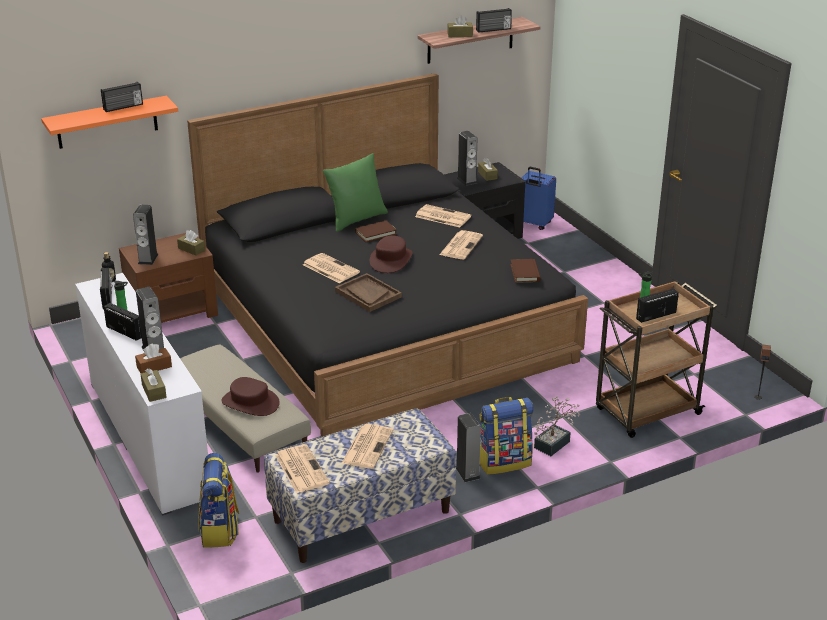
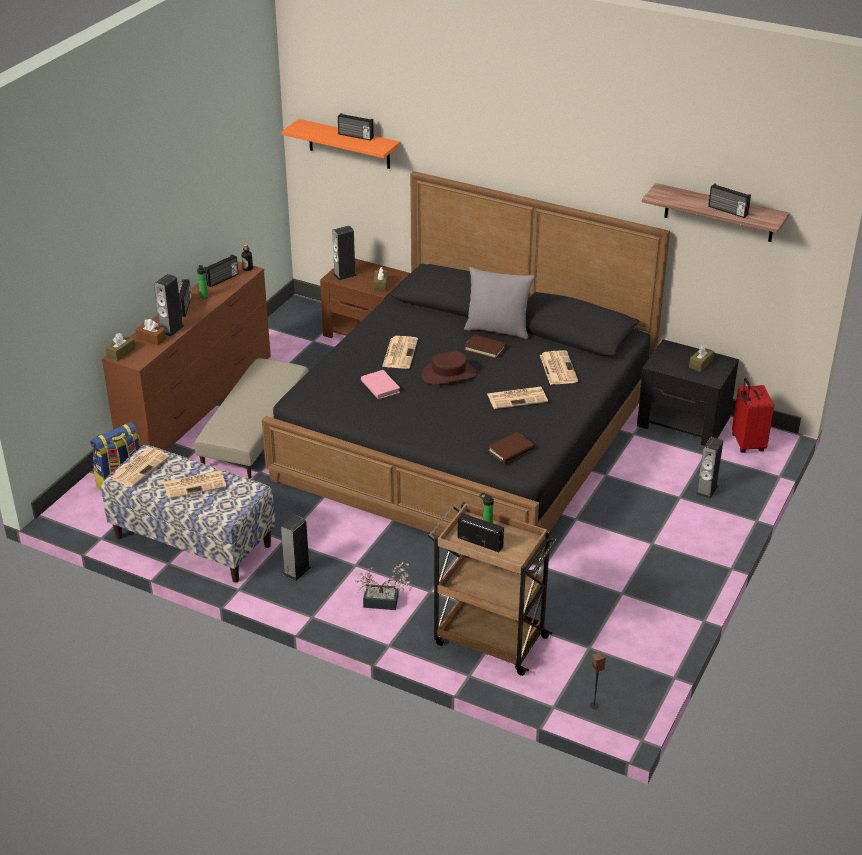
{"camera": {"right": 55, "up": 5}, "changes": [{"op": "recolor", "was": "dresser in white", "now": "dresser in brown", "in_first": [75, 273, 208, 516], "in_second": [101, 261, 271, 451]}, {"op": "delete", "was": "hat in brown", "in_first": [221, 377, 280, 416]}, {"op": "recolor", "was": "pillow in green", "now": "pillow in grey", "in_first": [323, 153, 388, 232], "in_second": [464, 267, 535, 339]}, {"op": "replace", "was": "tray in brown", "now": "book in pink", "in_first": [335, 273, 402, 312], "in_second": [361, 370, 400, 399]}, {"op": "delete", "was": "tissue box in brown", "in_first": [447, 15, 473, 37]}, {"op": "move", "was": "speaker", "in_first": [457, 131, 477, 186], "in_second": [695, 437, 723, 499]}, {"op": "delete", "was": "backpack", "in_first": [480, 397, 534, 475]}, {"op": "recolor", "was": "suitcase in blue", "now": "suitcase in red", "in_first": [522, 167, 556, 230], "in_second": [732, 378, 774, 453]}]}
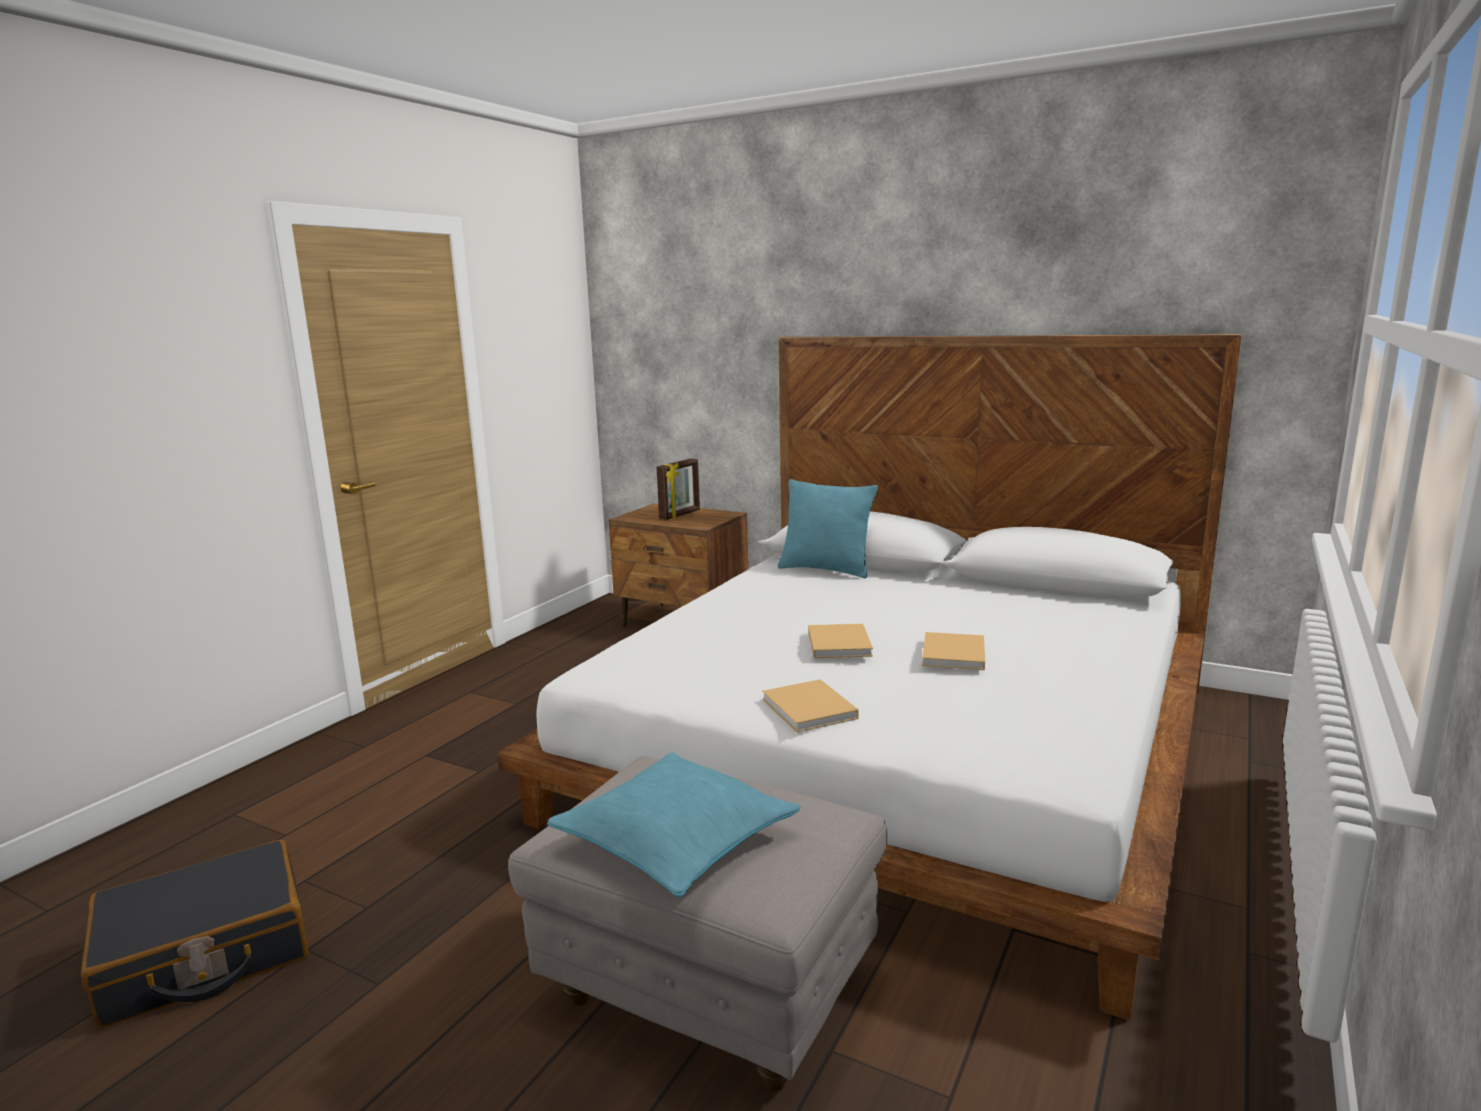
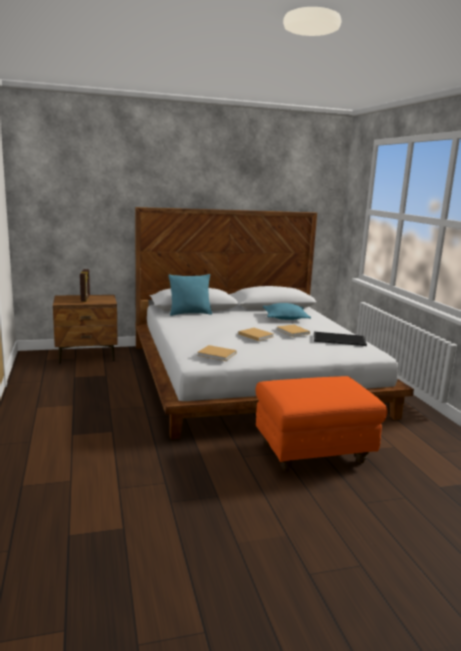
{"camera": {"right": -45, "up": 0}, "changes": [{"op": "delete", "was": "suitcase in black", "in_first": [81, 840, 309, 1028]}, {"op": "recolor", "was": "ottoman in grey", "now": "ottoman in orange", "in_first": [508, 756, 887, 1091], "in_second": [256, 376, 388, 472]}, {"op": "move", "was": "pillow in turquoise", "in_first": [547, 752, 801, 897], "in_second": [263, 303, 311, 320]}, {"op": "move", "was": "book in beige", "in_first": [762, 679, 859, 732], "in_second": [197, 345, 237, 361]}, {"op": "insert", "now": "tray", "in_second": [314, 332, 367, 346]}]}
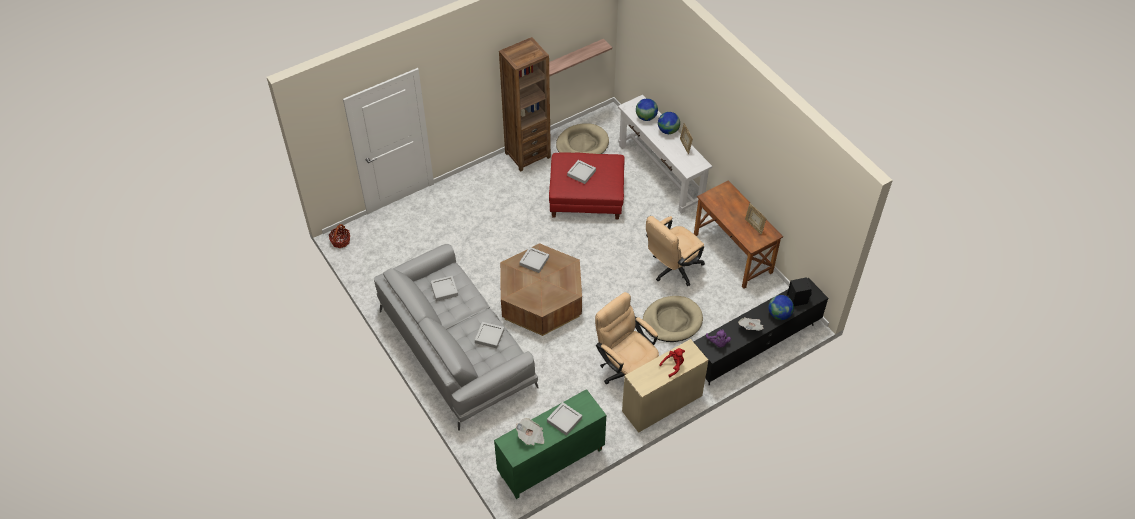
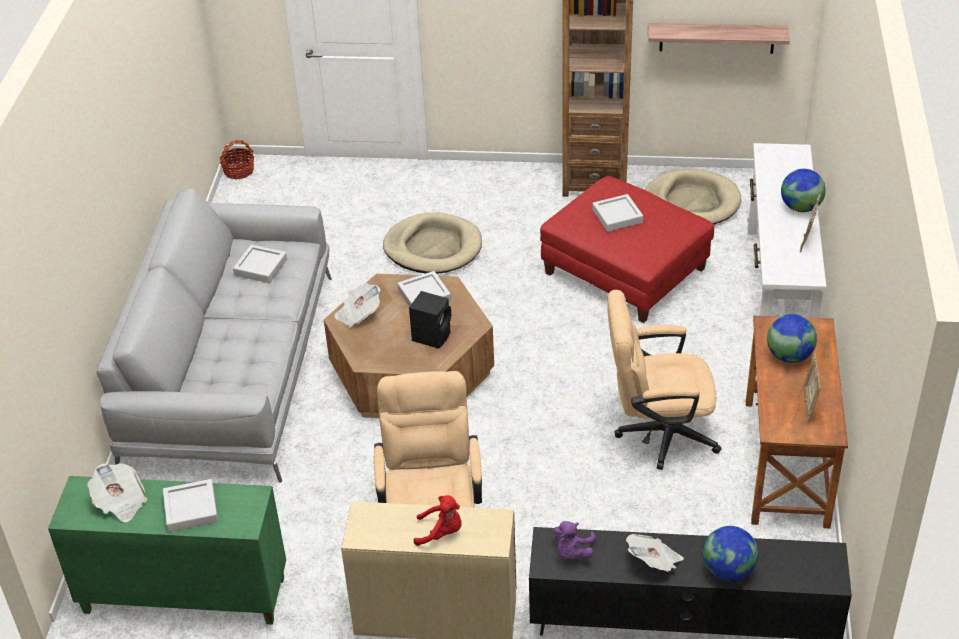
{"camera": {"right": 40, "up": -10}, "changes": [{"op": "delete", "was": "tray in grey", "in_first": [475, 322, 504, 349]}, {"op": "move", "was": "globe", "in_first": [636, 99, 658, 121], "in_second": [767, 314, 817, 363]}, {"op": "move", "was": "dog bed in beige", "in_first": [643, 296, 703, 342], "in_second": [383, 213, 482, 274]}, {"op": "move", "was": "speaker in black", "in_first": [787, 277, 812, 306], "in_second": [409, 291, 451, 349]}, {"op": "insert", "now": "newspaper", "in_second": [335, 283, 381, 328]}]}
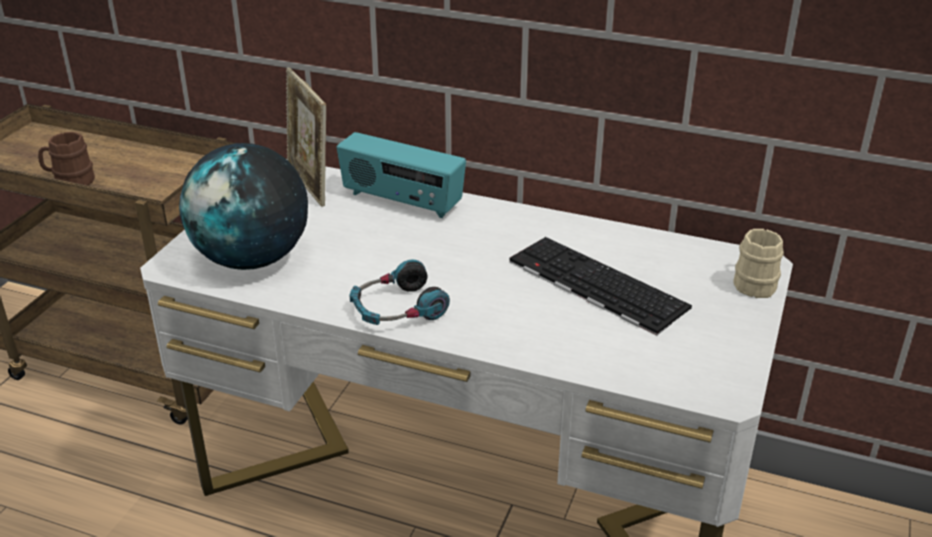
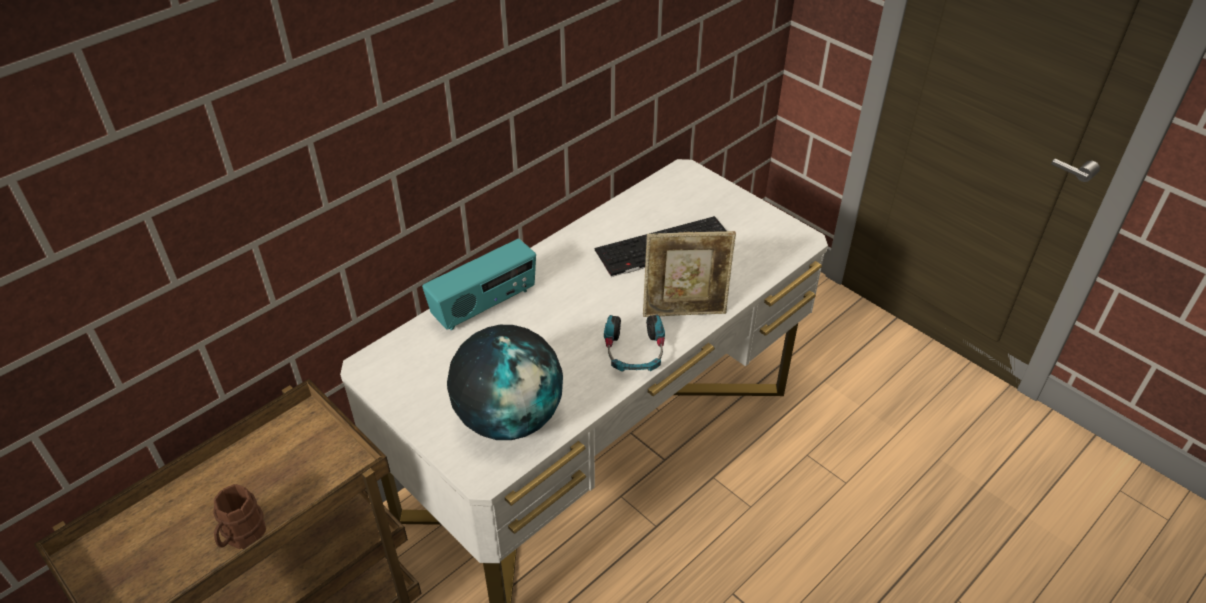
{"camera": {"right": -65, "up": 10}, "changes": [{"op": "move", "was": "picture frame", "in_first": [286, 67, 326, 207], "in_second": [643, 231, 736, 317]}, {"op": "delete", "was": "mug in beige", "in_first": [733, 229, 784, 298]}]}
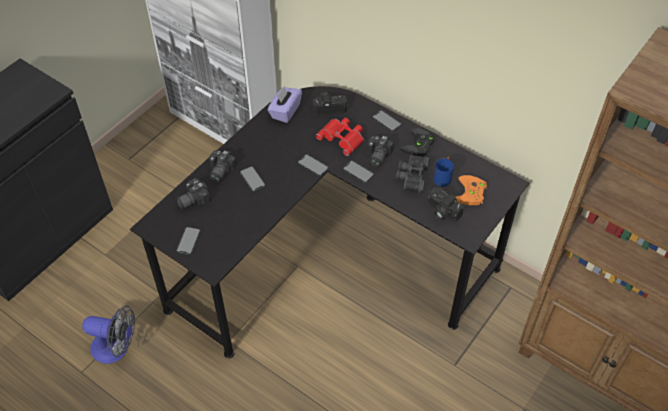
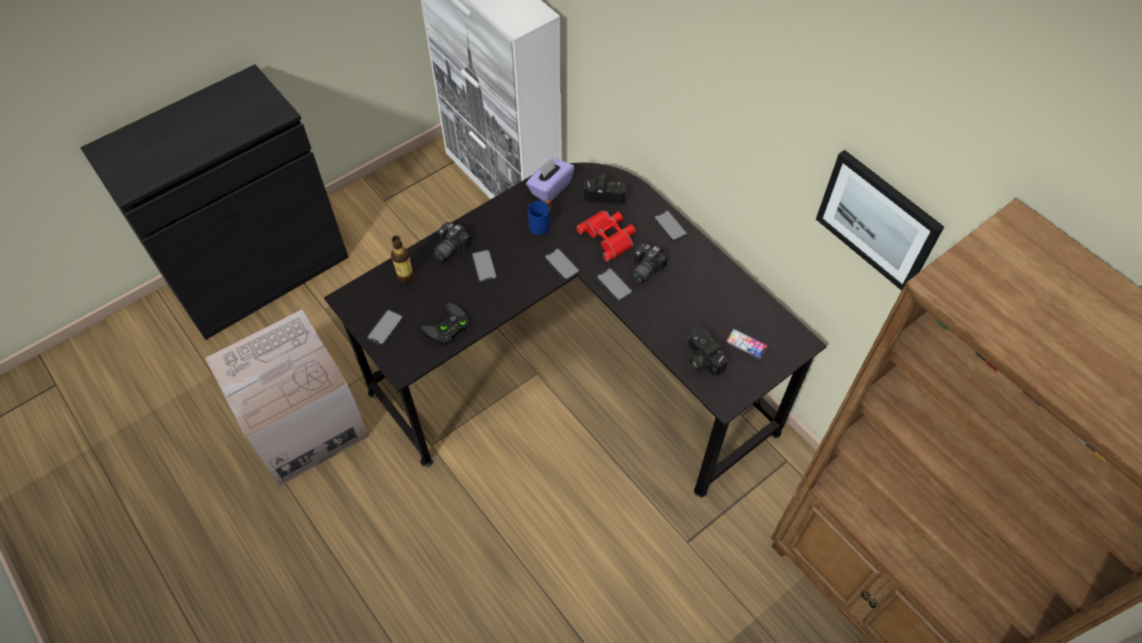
{"camera": {"right": 15, "up": 5}, "changes": [{"op": "replace", "was": "fan", "now": "cardboard box", "in_first": [82, 305, 135, 364], "in_second": [205, 310, 369, 487]}, {"op": "replace", "was": "photo camera", "now": "bottle", "in_first": [176, 178, 211, 209], "in_second": [391, 236, 414, 283]}, {"op": "delete", "was": "binoculars in black", "in_first": [396, 154, 429, 194]}, {"op": "move", "was": "game controller in black", "in_first": [400, 128, 435, 156], "in_second": [420, 303, 470, 345]}, {"op": "move", "was": "mug in blue", "in_first": [434, 157, 454, 187], "in_second": [528, 200, 551, 235]}, {"op": "replace", "was": "game controller in orange", "now": "phone", "in_first": [456, 175, 487, 205], "in_second": [725, 329, 768, 360]}, {"op": "insert", "now": "picture", "in_second": [816, 150, 944, 291]}]}
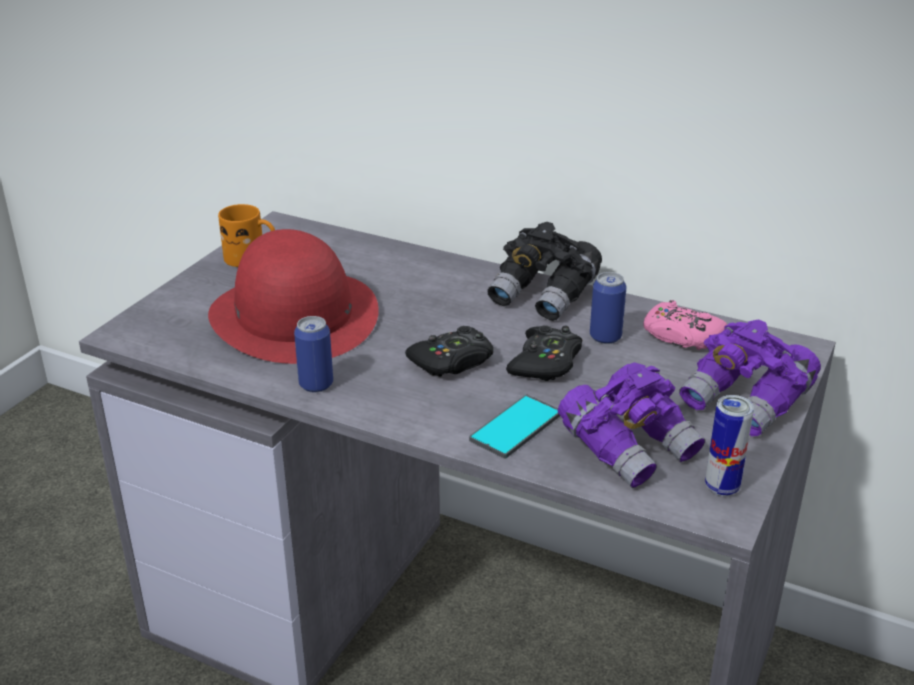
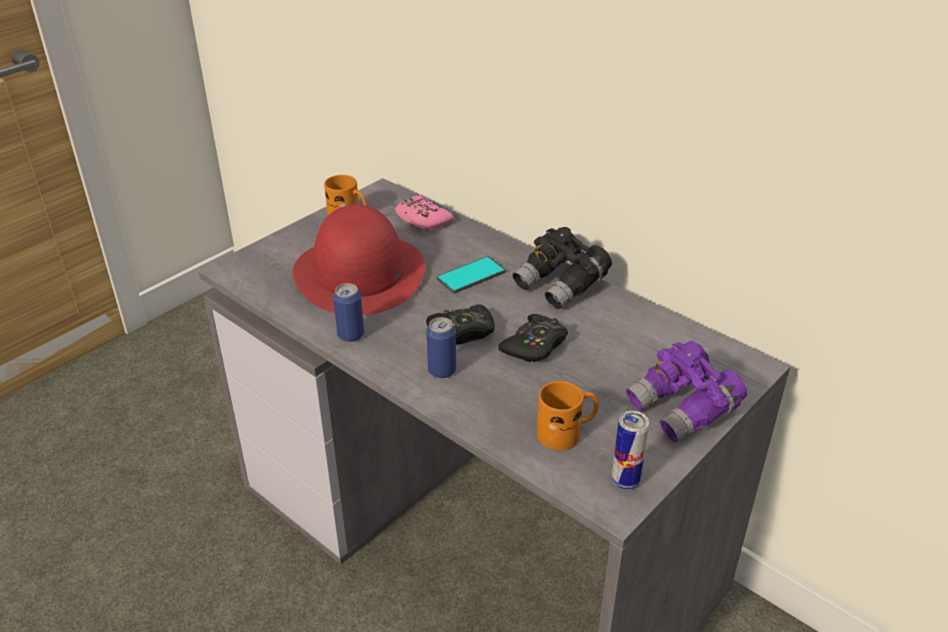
{"camera": {"right": 15, "up": 5}, "changes": [{"op": "move", "was": "phone", "in_first": [469, 395, 560, 458], "in_second": [436, 256, 506, 294]}, {"op": "replace", "was": "binoculars in purple", "now": "mug in orange", "in_first": [558, 362, 705, 488], "in_second": [537, 381, 599, 450]}, {"op": "move", "was": "can", "in_first": [590, 272, 626, 344], "in_second": [427, 317, 456, 378]}, {"op": "move", "was": "game controller in pink", "in_first": [643, 300, 727, 350], "in_second": [395, 194, 454, 231]}]}
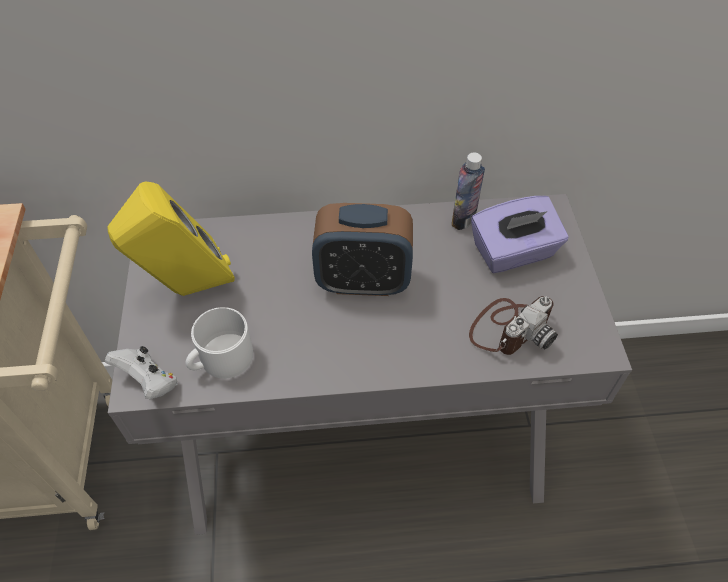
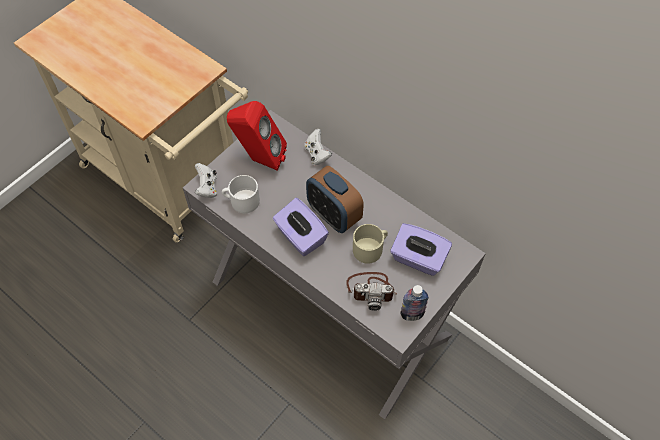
{"camera": {"right": 45, "up": 5}, "changes": [{"op": "recolor", "was": "speaker in yellow", "now": "speaker in red", "in_first": [107, 182, 235, 296], "in_second": [227, 101, 287, 171]}, {"op": "move", "was": "bottle", "in_first": [451, 153, 485, 230], "in_second": [400, 285, 429, 321]}, {"op": "insert", "now": "tissue box in purple", "in_second": [273, 198, 329, 256]}, {"op": "insert", "now": "game controller in white", "in_second": [304, 129, 332, 165]}, {"op": "insert", "now": "mug in beige", "in_second": [353, 224, 388, 264]}]}
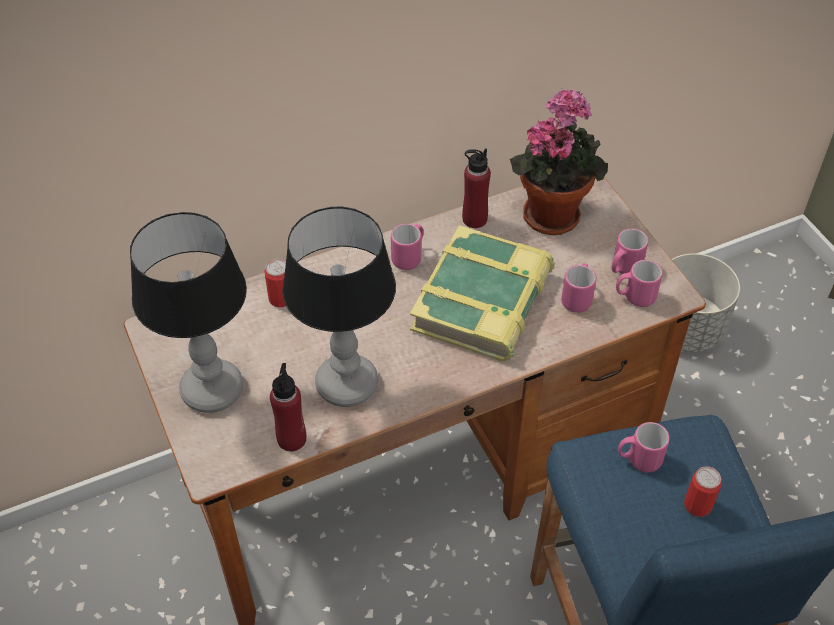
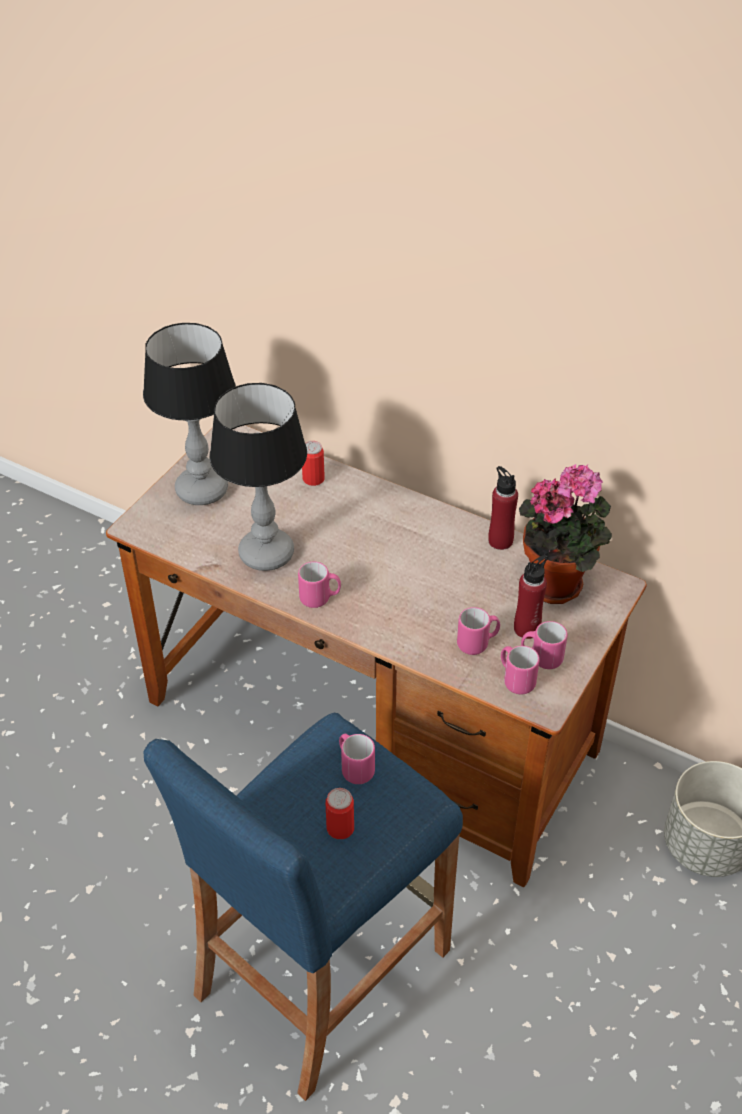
{"camera": {"right": 55, "up": -5}, "changes": [{"op": "move", "was": "bottle in red", "in_first": [270, 363, 306, 452], "in_second": [514, 555, 548, 639]}, {"op": "move", "was": "mug in pink", "in_first": [391, 224, 424, 270], "in_second": [298, 562, 341, 608]}, {"op": "delete", "was": "book", "in_first": [410, 225, 555, 361]}]}
